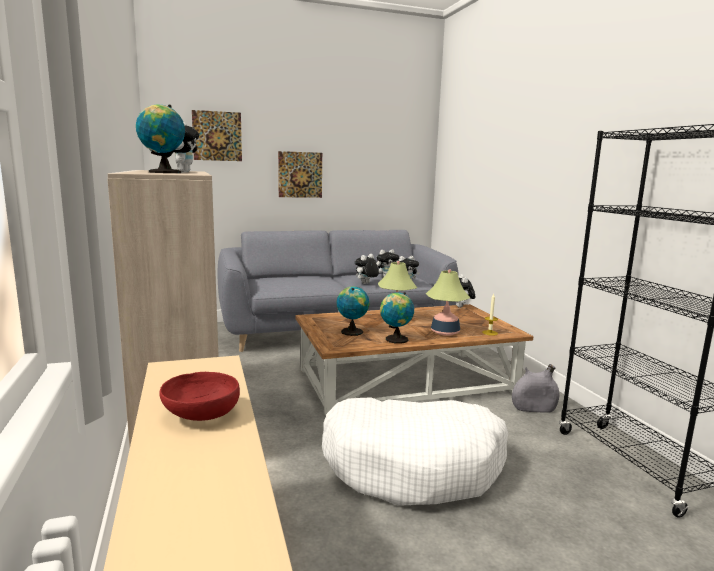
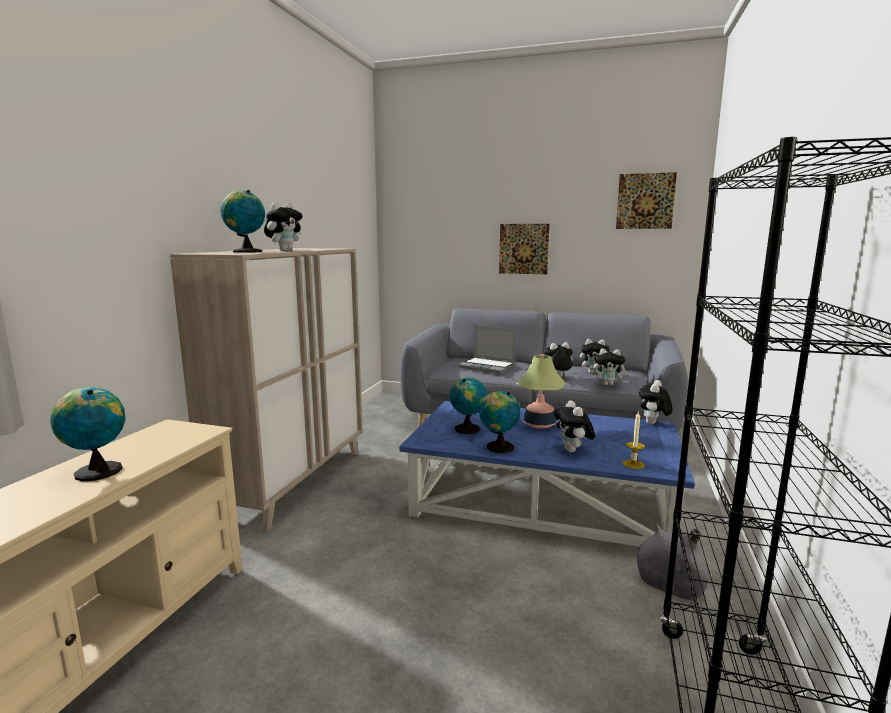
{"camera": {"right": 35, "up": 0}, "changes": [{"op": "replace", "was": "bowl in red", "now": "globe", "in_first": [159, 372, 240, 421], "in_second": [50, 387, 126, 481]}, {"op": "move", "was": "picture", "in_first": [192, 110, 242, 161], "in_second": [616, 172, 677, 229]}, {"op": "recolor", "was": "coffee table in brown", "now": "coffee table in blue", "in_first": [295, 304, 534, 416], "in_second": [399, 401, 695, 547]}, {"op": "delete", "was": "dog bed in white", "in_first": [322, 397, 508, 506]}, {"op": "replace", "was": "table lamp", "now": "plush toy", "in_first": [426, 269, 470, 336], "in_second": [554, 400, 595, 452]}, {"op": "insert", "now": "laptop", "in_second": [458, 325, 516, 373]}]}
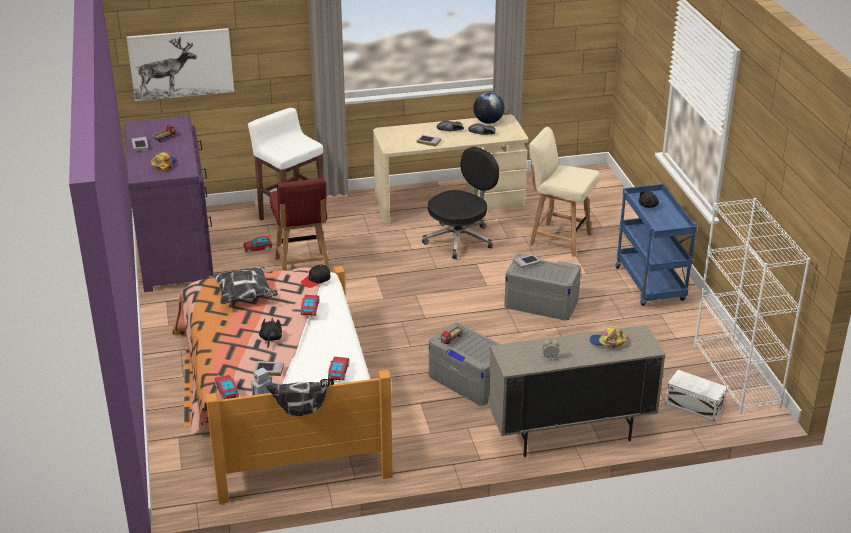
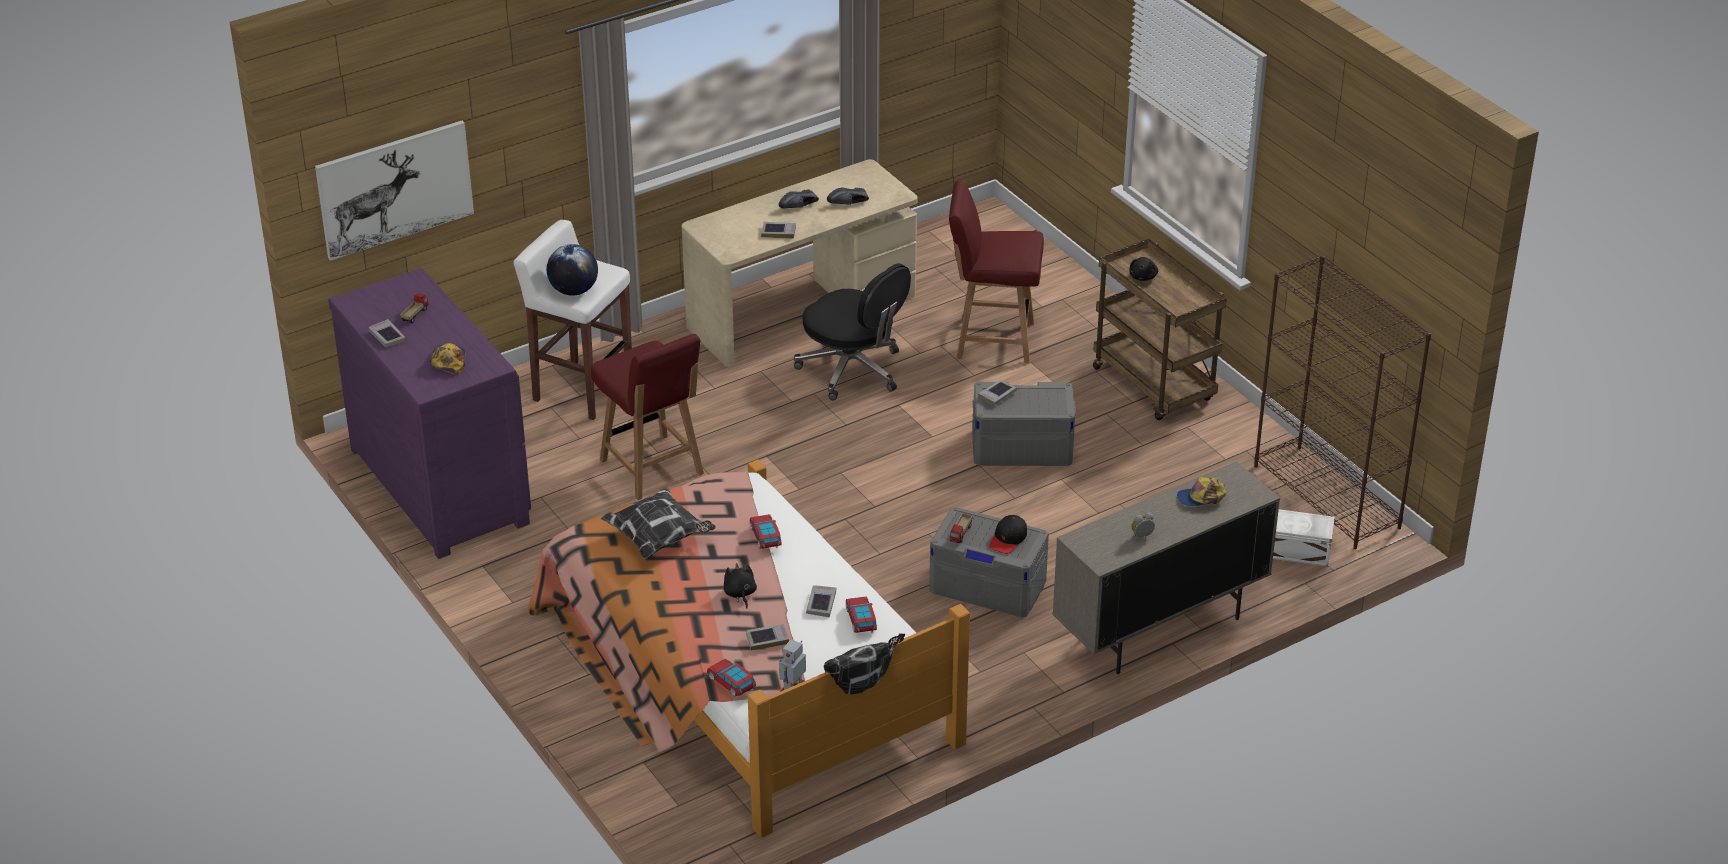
{"camera": {"right": -20, "up": 5}, "changes": [{"op": "delete", "was": "toy car", "in_first": [243, 236, 272, 253]}, {"op": "move", "was": "cap in black", "in_first": [301, 265, 331, 288], "in_second": [989, 515, 1027, 554]}, {"op": "rotate", "was": "office chair in black", "in_first": [422, 147, 499, 259], "in_second": [794, 263, 911, 401], "clockwise": 105}, {"op": "move", "was": "globe", "in_first": [473, 92, 504, 124], "in_second": [547, 244, 598, 296]}, {"op": "recolor", "was": "chair in beige", "now": "chair in red", "in_first": [528, 127, 600, 257], "in_second": [949, 181, 1044, 363]}, {"op": "recolor", "was": "cart in blue", "now": "cart in brown", "in_first": [616, 184, 697, 306], "in_second": [1093, 239, 1227, 420]}, {"op": "recolor", "was": "bookcase in white", "now": "bookcase in brown", "in_first": [694, 198, 811, 414], "in_second": [1254, 255, 1431, 549]}, {"op": "insert", "now": "book", "in_second": [806, 585, 836, 617]}]}
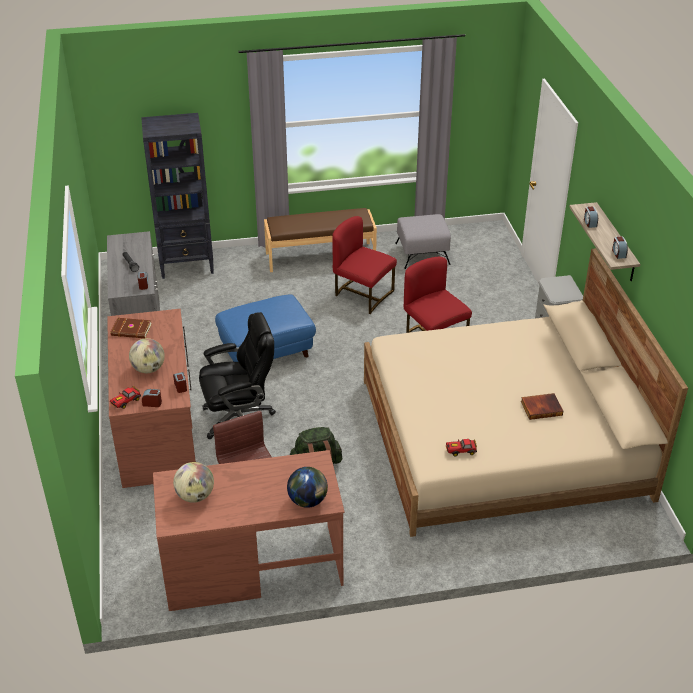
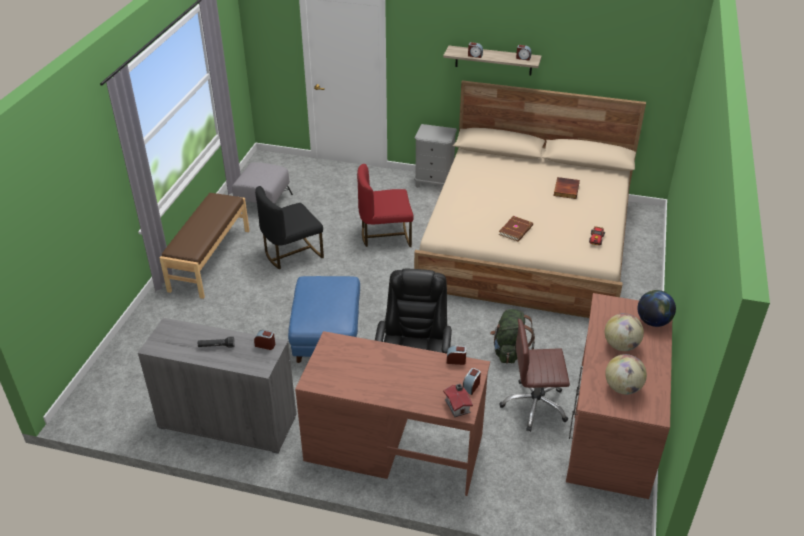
{"camera": {"right": -65, "up": 0}, "changes": [{"op": "move", "was": "book in brown", "in_first": [110, 318, 152, 338], "in_second": [499, 216, 533, 242]}, {"op": "replace", "was": "toy car", "now": "toy house", "in_first": [110, 386, 141, 409], "in_second": [443, 384, 473, 417]}, {"op": "move", "was": "globe", "in_first": [129, 338, 165, 373], "in_second": [605, 313, 644, 351]}, {"op": "delete", "was": "bookcase in black", "in_first": [141, 113, 214, 279]}, {"op": "recolor", "was": "chair in red", "now": "chair in black", "in_first": [333, 216, 397, 314], "in_second": [255, 186, 324, 269]}]}
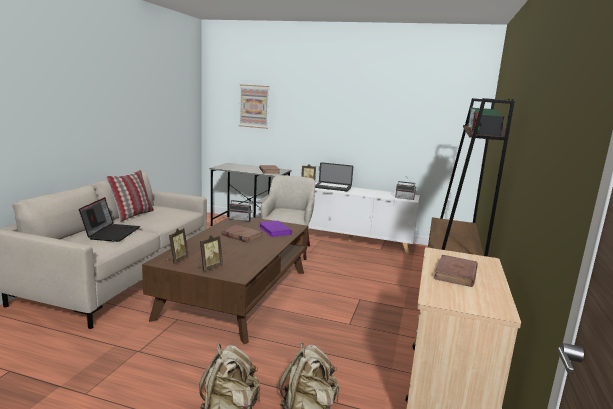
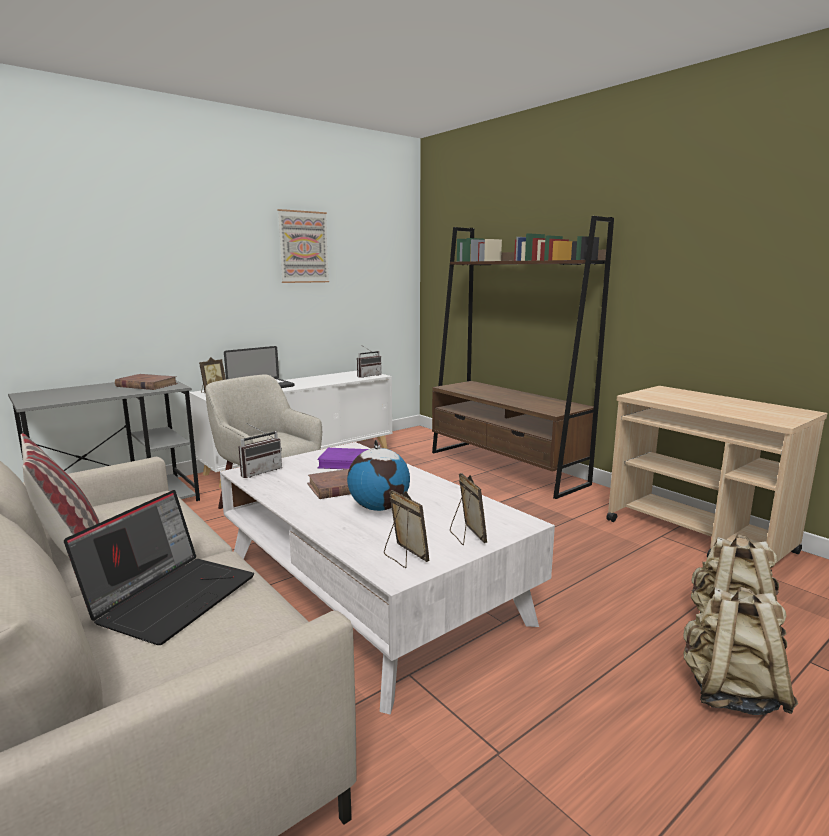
{"camera": {"right": -55, "up": 0}, "changes": [{"op": "rotate", "was": "laptop", "in_first": [79, 197, 140, 242], "in_second": [64, 490, 254, 645], "clockwise": 75}, {"op": "recolor", "was": "coffee table in brown", "now": "coffee table in white", "in_first": [142, 217, 308, 344], "in_second": [220, 442, 555, 714]}, {"op": "move", "was": "picture", "in_first": [239, 84, 270, 129], "in_second": [278, 209, 329, 283]}, {"op": "delete", "was": "book in brown", "in_first": [433, 255, 478, 287]}, {"op": "insert", "now": "globe", "in_second": [347, 440, 410, 511]}]}
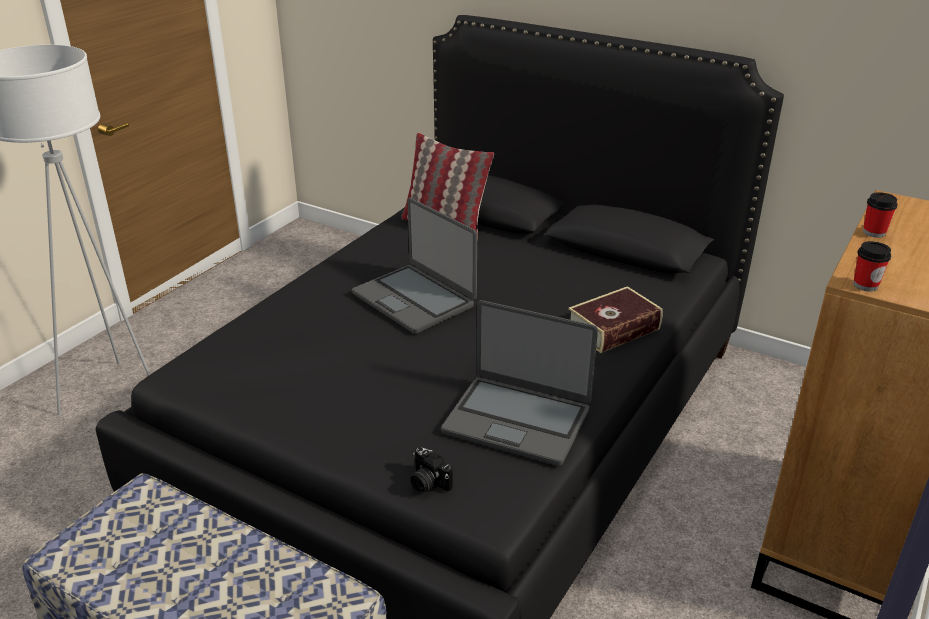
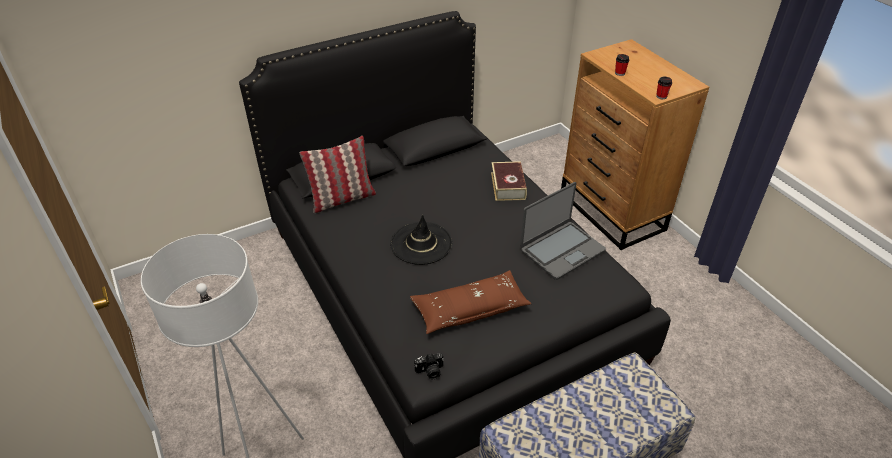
{"camera": {"right": -60, "up": 10}, "changes": [{"op": "replace", "was": "laptop", "now": "hat in black", "in_first": [352, 198, 477, 334], "in_second": [390, 215, 452, 265]}, {"op": "move", "was": "photo camera", "in_first": [411, 447, 453, 493], "in_second": [414, 353, 444, 379]}, {"op": "insert", "now": "pillow in brown", "in_second": [410, 270, 532, 334]}]}
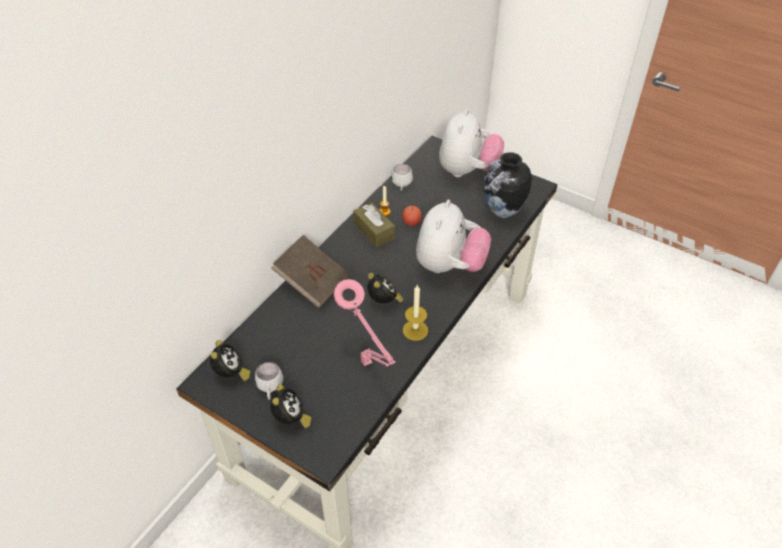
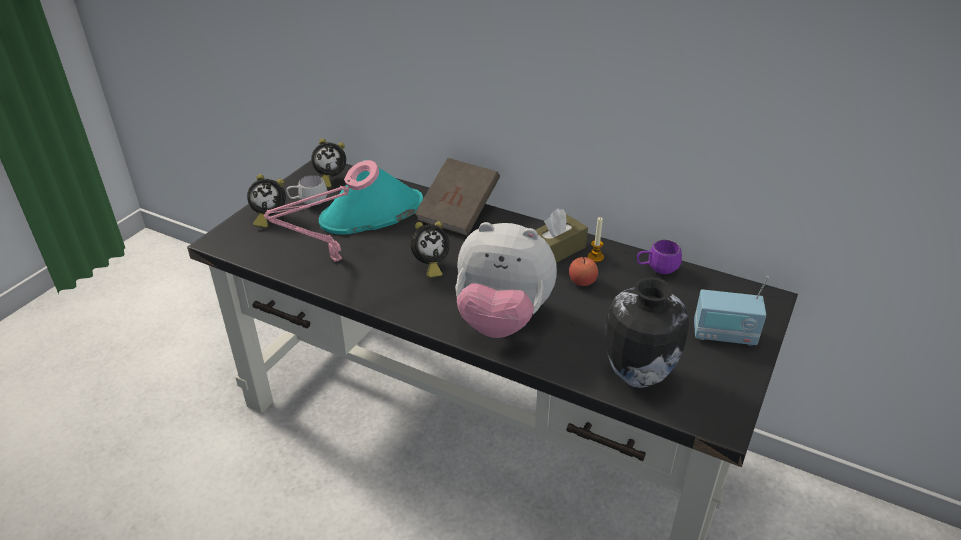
{"camera": {"right": 85, "up": -10}, "changes": [{"op": "recolor", "was": "mug in white", "now": "mug in purple", "in_first": [391, 164, 413, 191], "in_second": [637, 239, 682, 274]}, {"op": "delete", "was": "candle", "in_first": [403, 285, 428, 341]}, {"op": "replace", "was": "plush toy", "now": "radio", "in_first": [439, 109, 504, 177], "in_second": [694, 276, 769, 346]}, {"op": "insert", "now": "hat in turquoise", "in_second": [319, 159, 423, 234]}]}
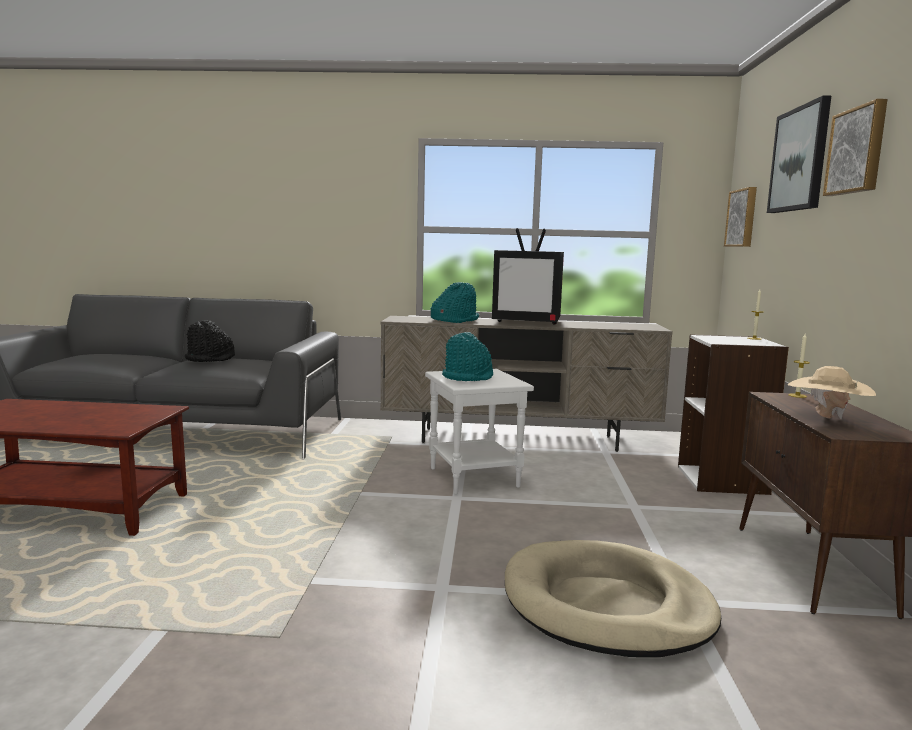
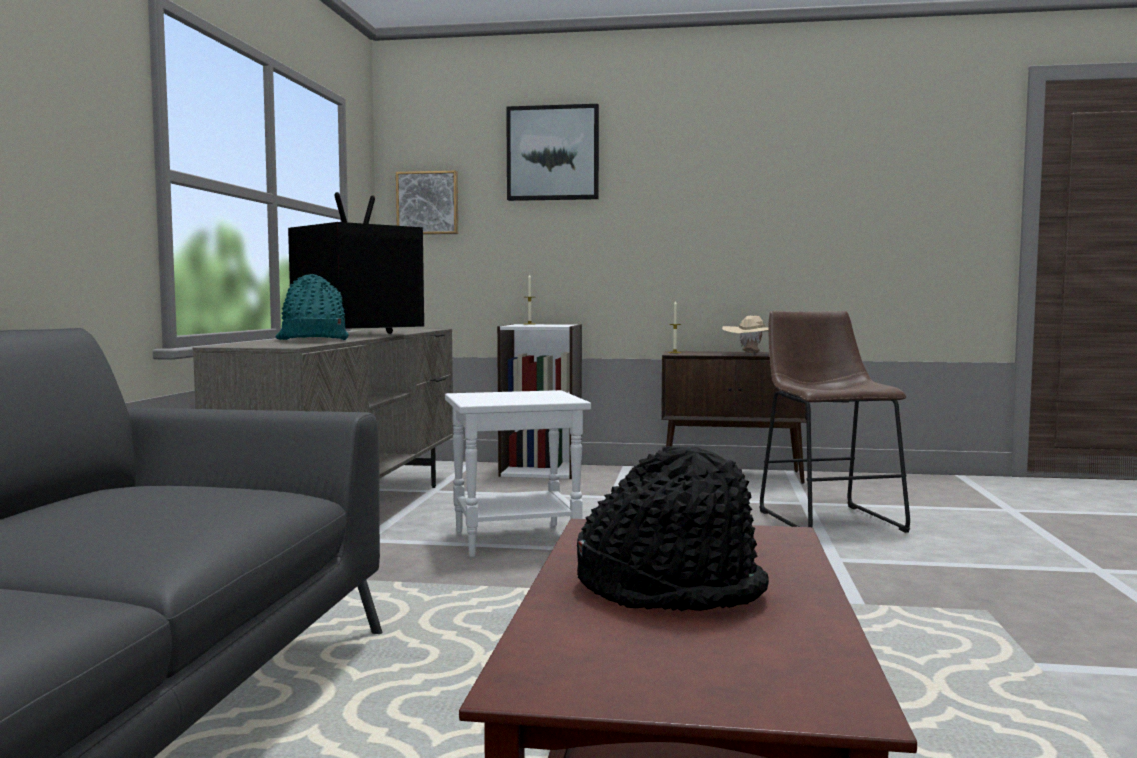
{"camera": {"right": -85, "up": -5}, "changes": [{"op": "move", "was": "hat in black", "in_first": [185, 320, 235, 362], "in_second": [577, 446, 769, 611]}, {"op": "delete", "was": "hat in turquoise", "in_first": [442, 332, 493, 381]}, {"op": "rotate", "was": "television", "in_first": [492, 228, 564, 325], "in_second": [288, 192, 424, 334], "clockwise": -150}, {"op": "replace", "was": "dog bed in beige", "now": "stool in brown", "in_first": [505, 540, 721, 657], "in_second": [759, 311, 910, 533]}, {"op": "delete", "was": "picture", "in_first": [823, 99, 888, 196]}]}
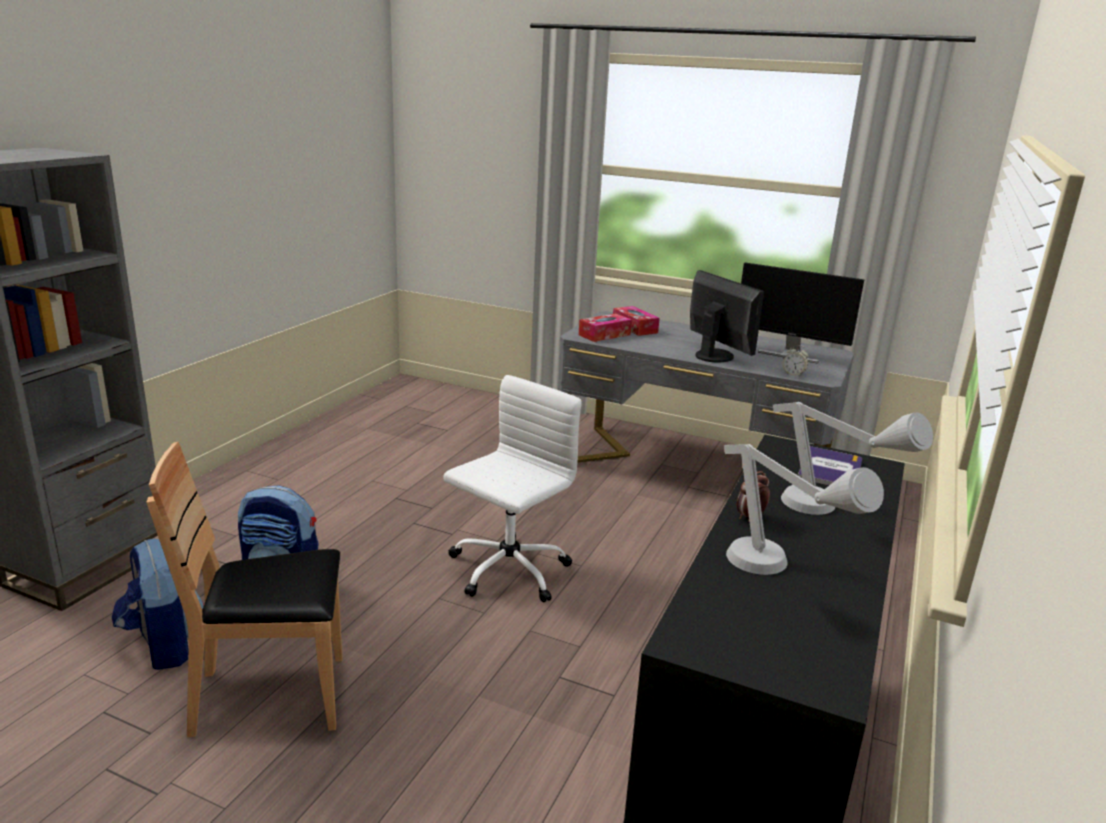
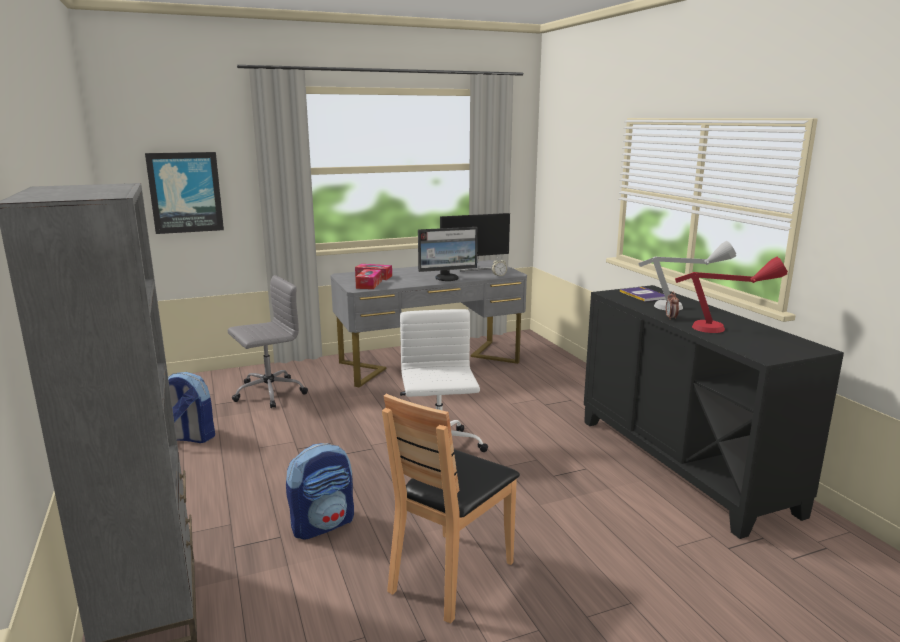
{"camera": {"right": -45, "up": -5}, "changes": [{"op": "move", "was": "backpack", "in_first": [112, 539, 204, 670], "in_second": [168, 372, 215, 443]}, {"op": "rotate", "was": "monitor", "in_first": [690, 270, 764, 362], "in_second": [418, 227, 477, 281], "clockwise": 150}, {"op": "recolor", "was": "table lamp in grey", "now": "table lamp in red", "in_first": [724, 444, 884, 575], "in_second": [675, 257, 788, 333]}, {"op": "insert", "now": "picture", "in_second": [145, 152, 224, 234]}, {"op": "insert", "now": "office chair in grey", "in_second": [228, 275, 308, 408]}]}
